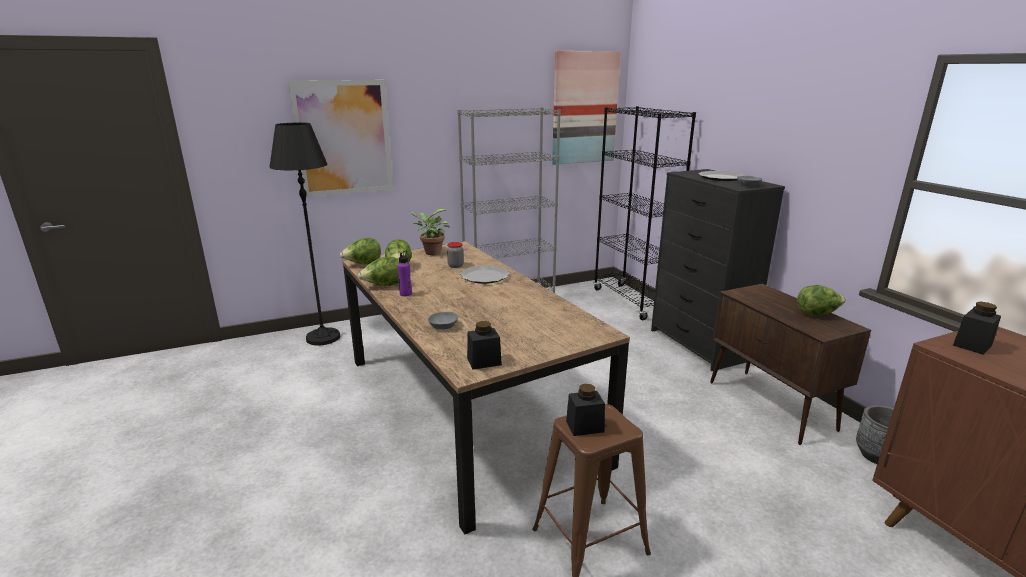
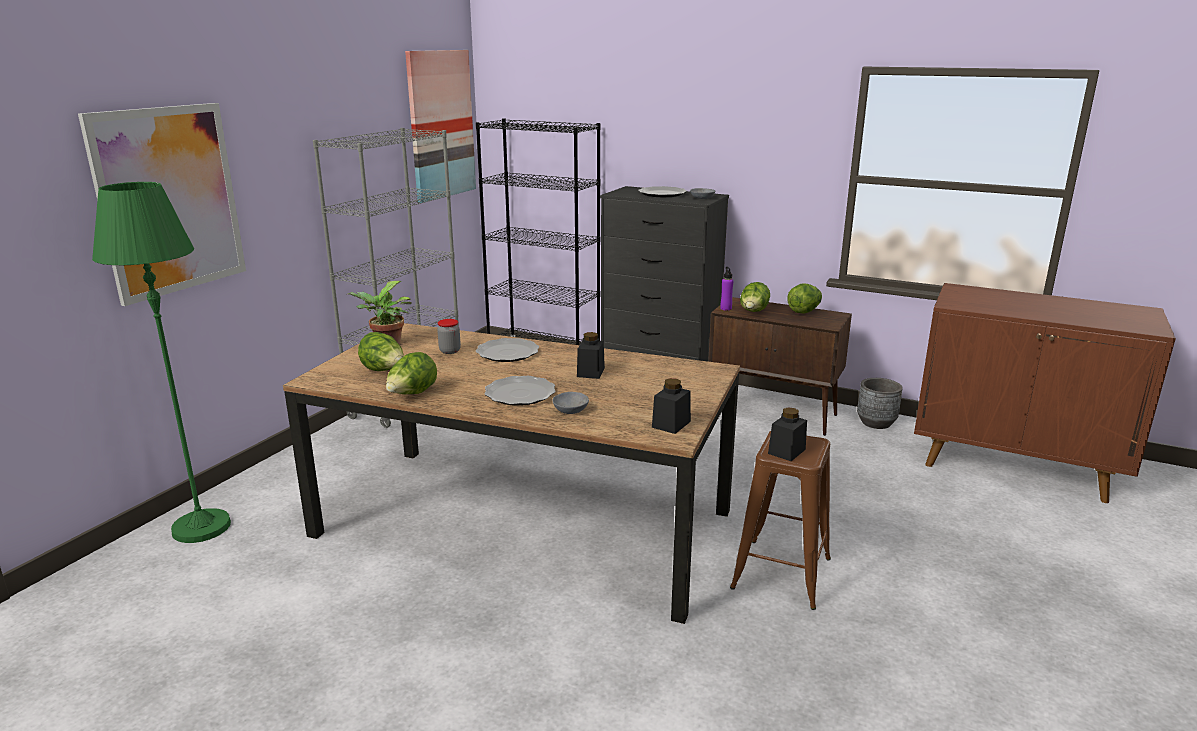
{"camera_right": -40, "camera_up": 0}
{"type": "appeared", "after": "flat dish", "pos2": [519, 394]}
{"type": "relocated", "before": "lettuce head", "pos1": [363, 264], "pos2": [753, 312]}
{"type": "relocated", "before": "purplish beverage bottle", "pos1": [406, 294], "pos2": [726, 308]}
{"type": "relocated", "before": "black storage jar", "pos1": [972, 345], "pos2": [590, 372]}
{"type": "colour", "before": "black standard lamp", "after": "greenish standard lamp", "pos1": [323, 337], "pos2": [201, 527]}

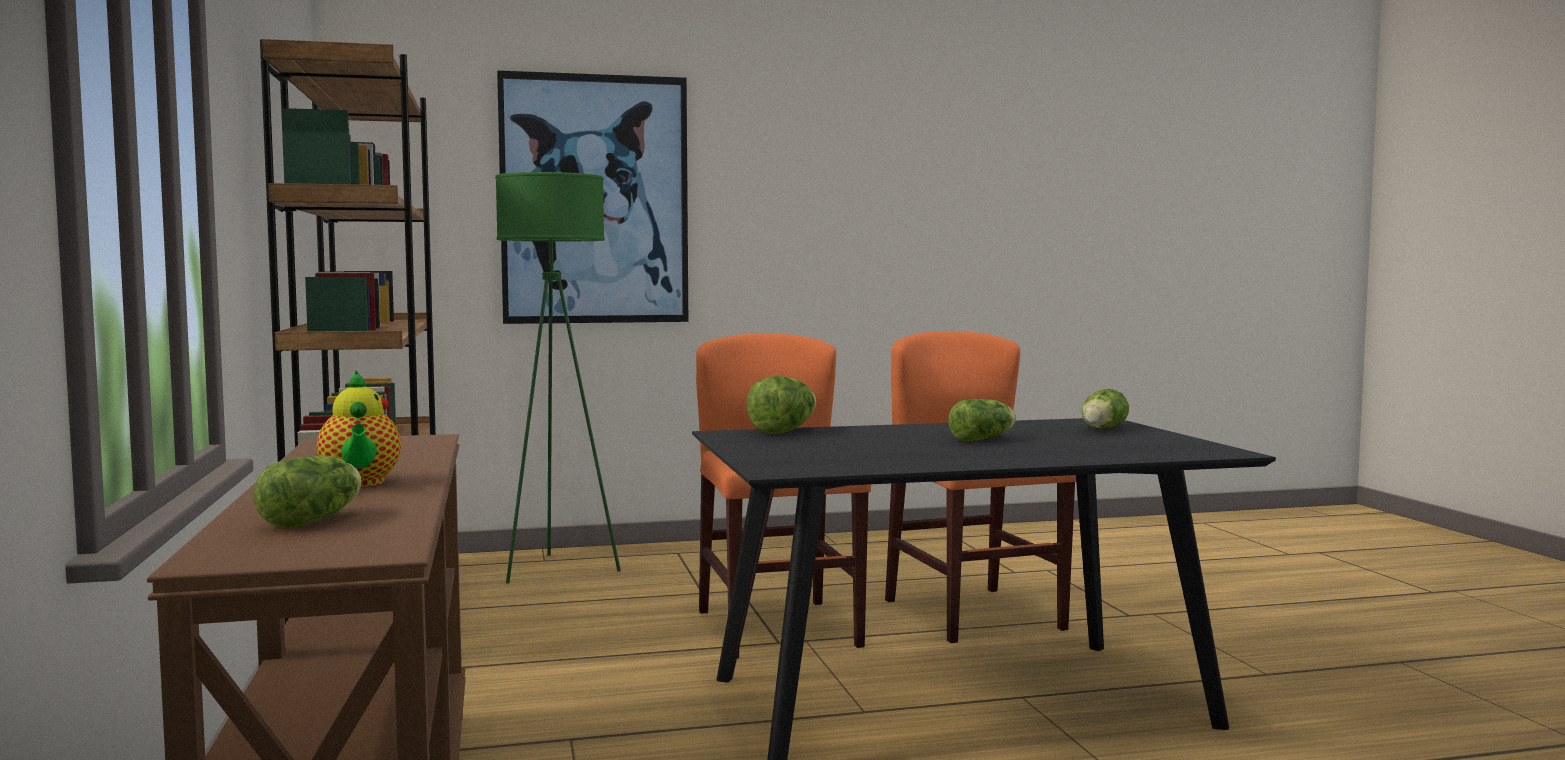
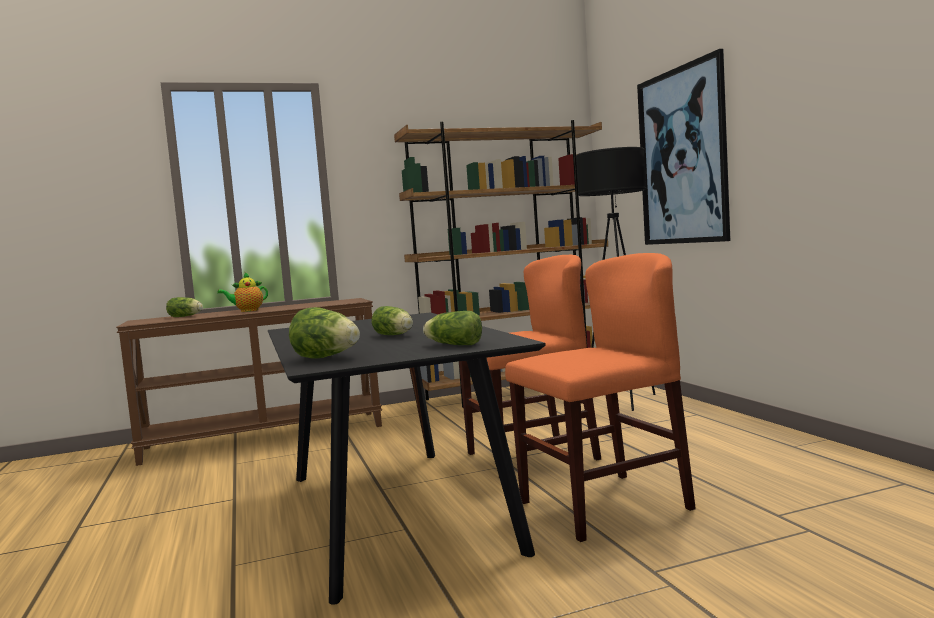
{"camera_right": 85, "camera_up": 0}
{"type": "relocated", "before": "lettuce head", "pos1": [784, 431], "pos2": [326, 357]}
{"type": "colour", "before": "greenish standard lamp", "after": "black standard lamp", "pos1": [557, 570], "pos2": [622, 401]}

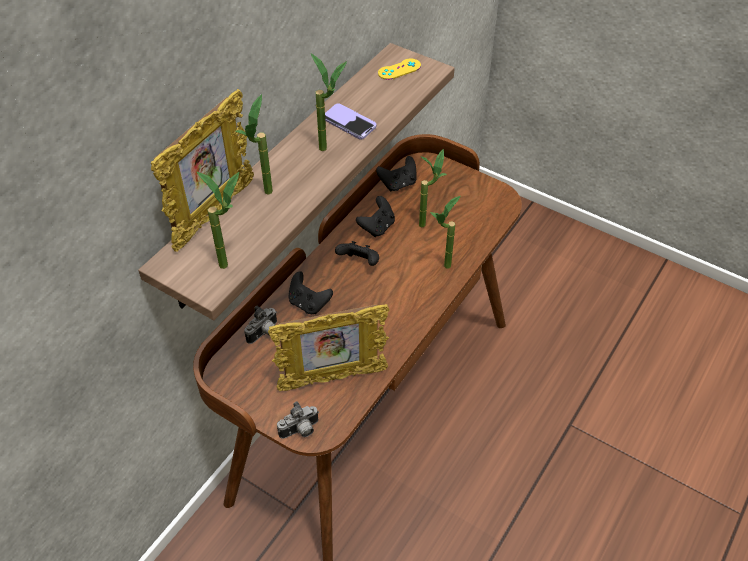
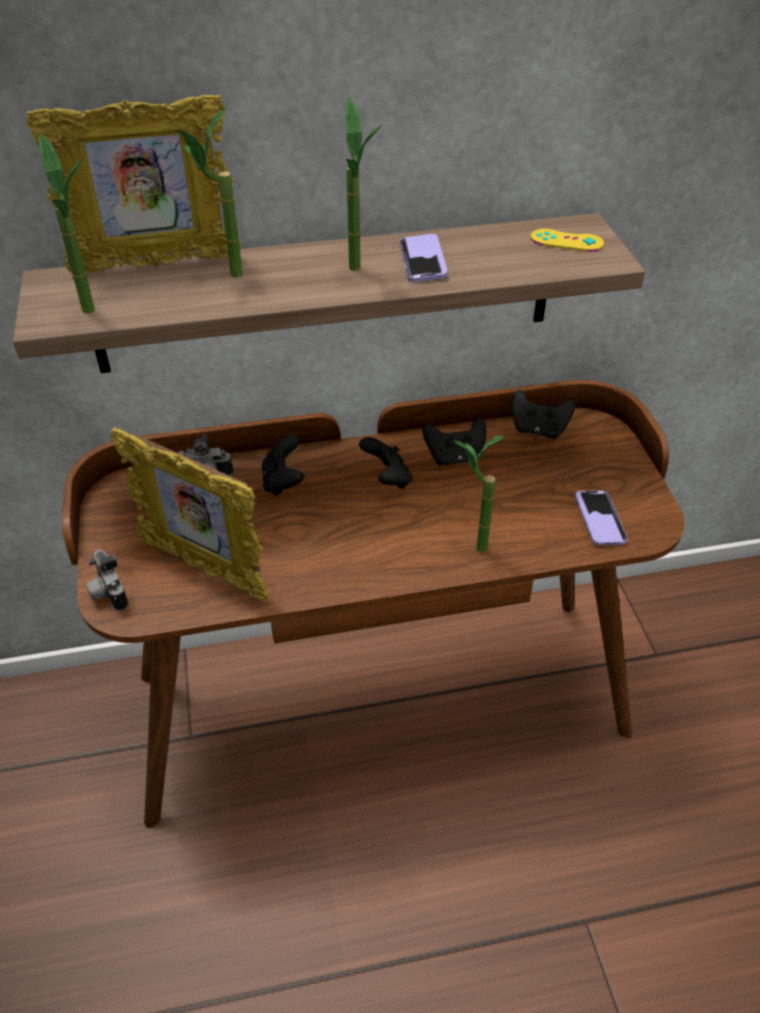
{"camera_right": 45, "camera_up": -5}
{"type": "missing", "before": "potted plant", "pos1": [428, 222]}
{"type": "appeared", "after": "phone", "pos2": [600, 519]}
{"type": "spun", "before": "still camera", "pos1": [300, 431], "pos2": [107, 593], "turn": 45}

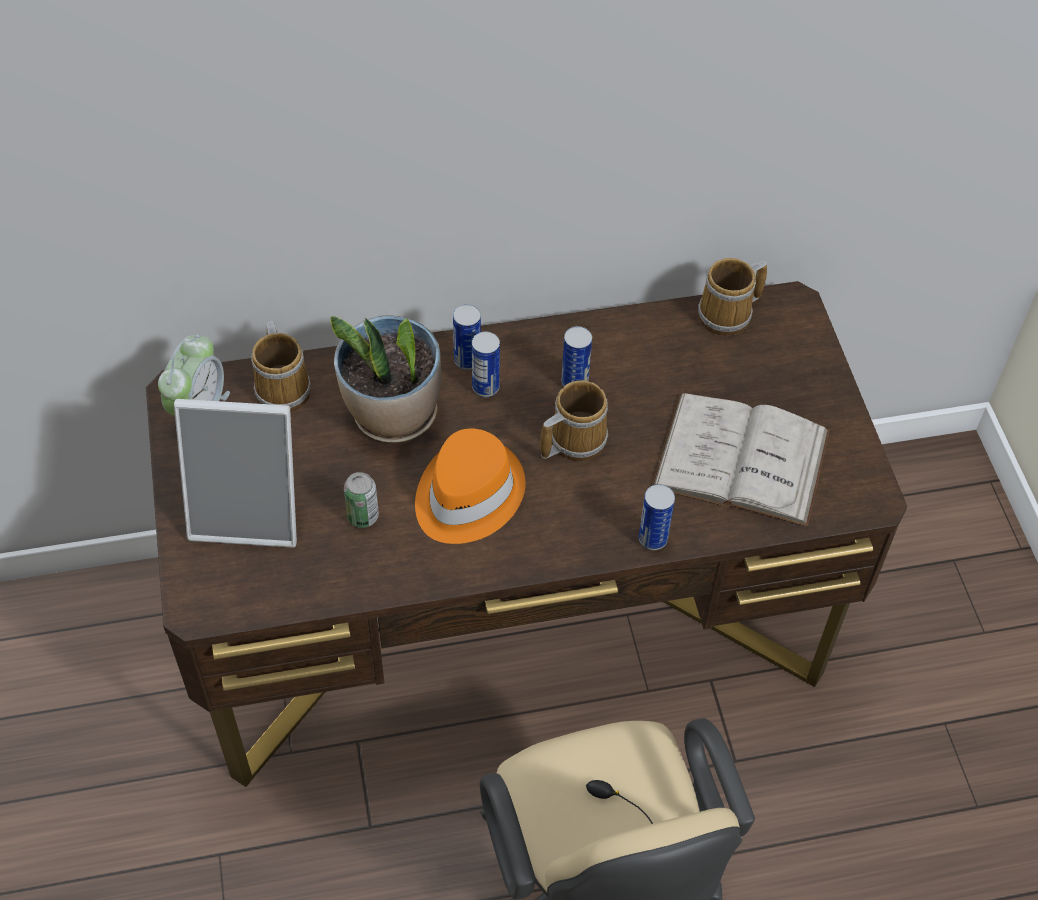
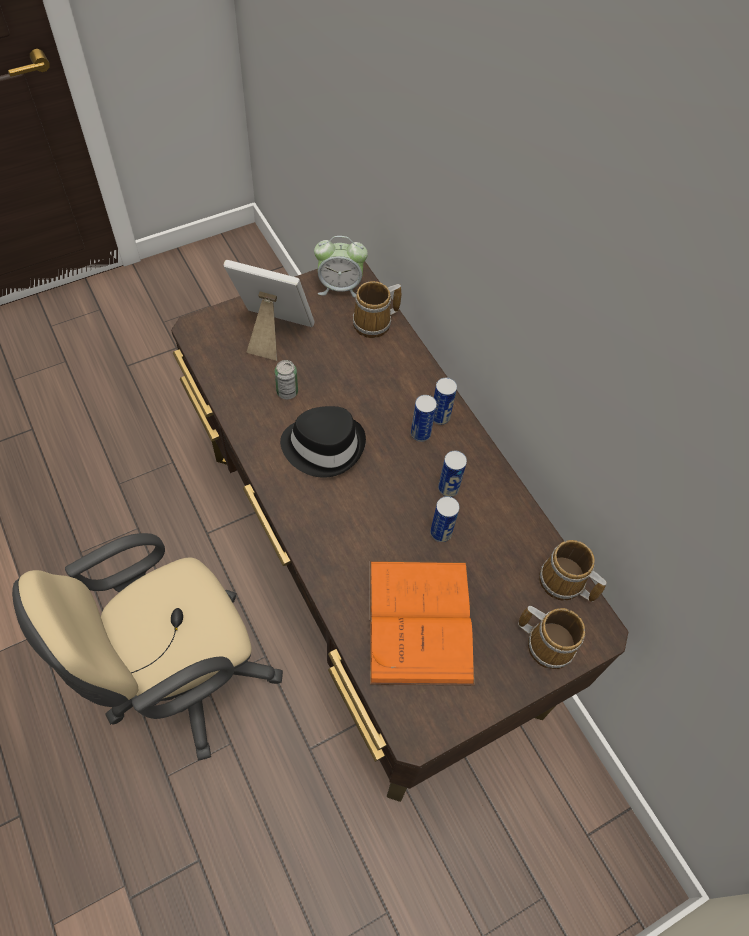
{"camera_right": 70, "camera_up": 5}
{"type": "missing", "before": "potted plant", "pos1": [393, 415]}
{"type": "relocated", "before": "coffee mug", "pos1": [573, 440], "pos2": [548, 642]}
{"type": "relocated", "before": "sealed can", "pos1": [652, 539], "pos2": [441, 533]}
{"type": "colour", "before": "orange clothing hat", "after": "black clothing hat", "pos1": [467, 495], "pos2": [323, 445]}
{"type": "colour", "before": "white bound book", "after": "orange bound book", "pos1": [741, 459], "pos2": [420, 621]}
{"type": "spun", "before": "photo frame", "pos1": [249, 512], "pos2": [272, 333], "turn": 120}

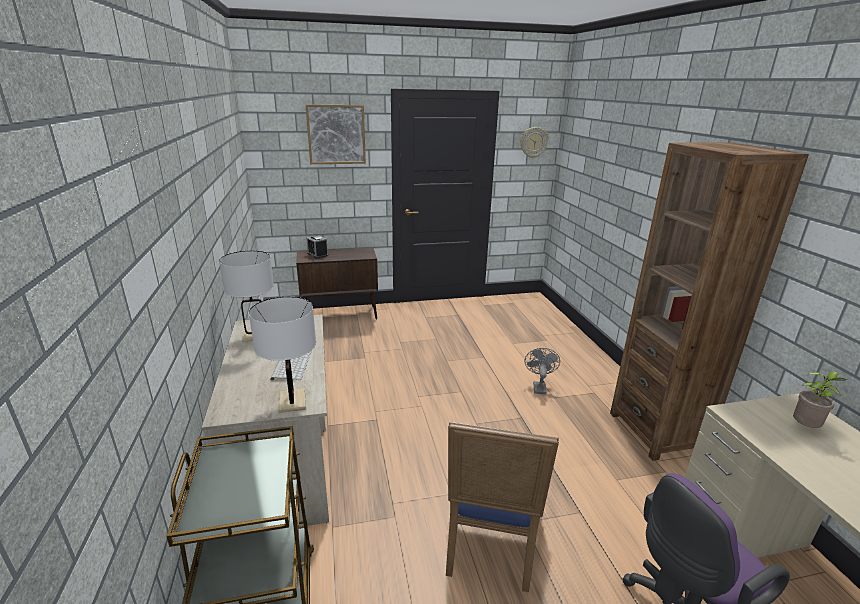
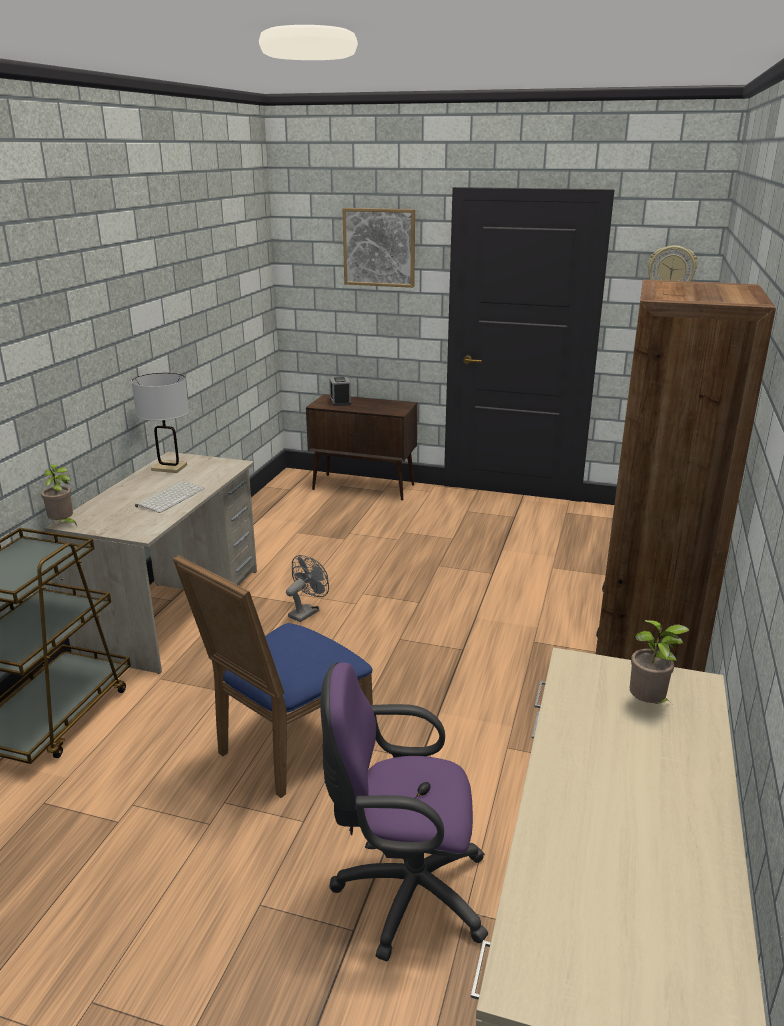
{"camera_right": 30, "camera_up": 0}
{"type": "missing", "before": "white lamp for a table", "pos1": [292, 401]}
{"type": "appeared", "after": "potted plant", "pos2": [63, 524]}
{"type": "relocated", "before": "greyish fan", "pos1": [538, 386], "pos2": [307, 612]}

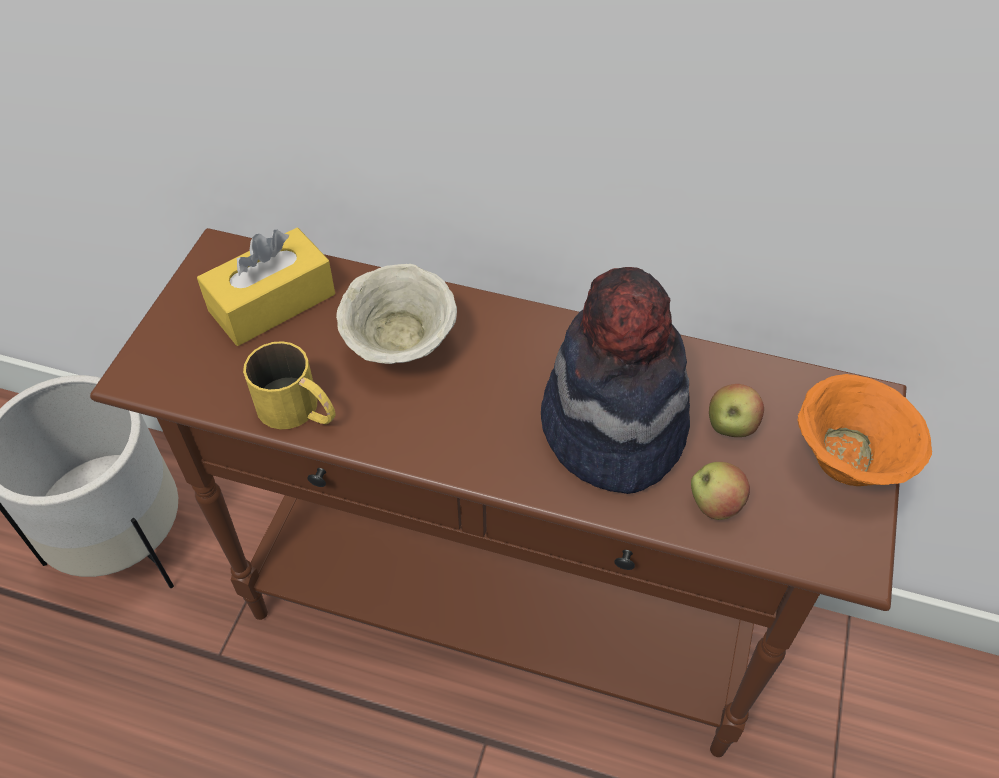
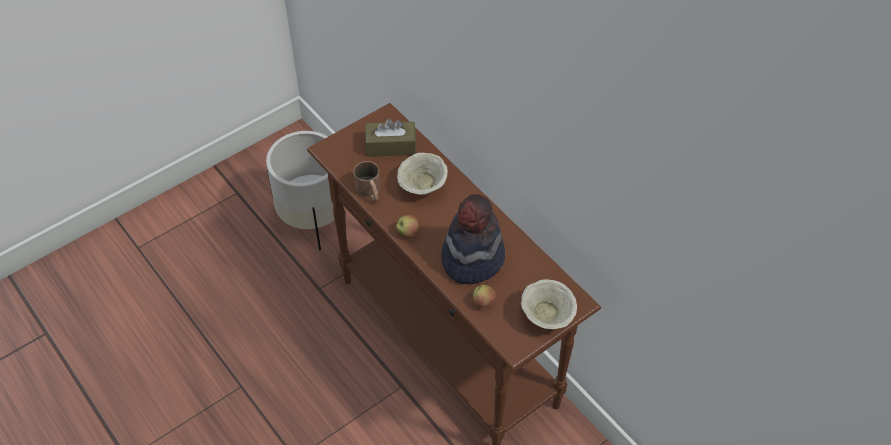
{"camera_right": 35, "camera_up": 0}
{"type": "relocated", "before": "apple", "pos1": [730, 427], "pos2": [407, 233]}
{"type": "colour", "before": "yellow tissue box", "after": "brown tissue box", "pos1": [272, 302], "pos2": [390, 146]}
{"type": "colour", "before": "yellow coffee mug", "after": "brown coffee mug", "pos1": [299, 411], "pos2": [370, 192]}
{"type": "colour", "before": "orange bowl", "after": "beige bowl", "pos1": [846, 459], "pos2": [546, 316]}

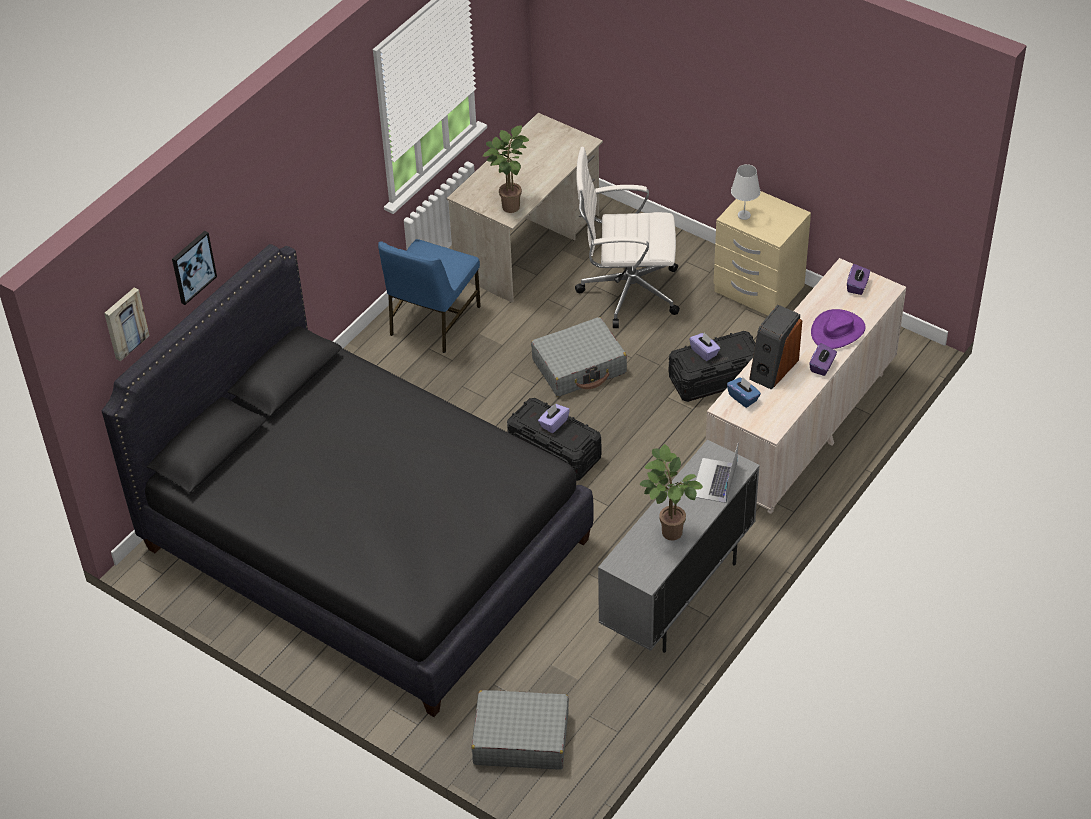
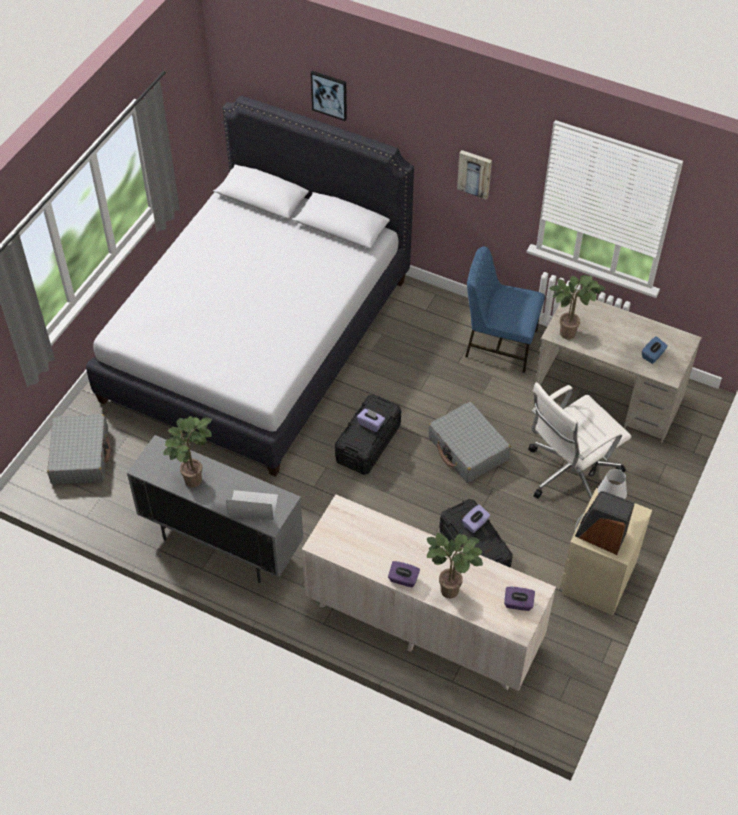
{"camera_right": 80, "camera_up": 5}
{"type": "relocated", "before": "wall picture", "pos1": [124, 323], "pos2": [475, 173]}
{"type": "relocated", "before": "blue-coloured tissue box", "pos1": [743, 398], "pos2": [653, 355]}
{"type": "relocated", "before": "speaker", "pos1": [773, 368], "pos2": [600, 535]}
{"type": "exchanged", "before": "purplish clothing hat", "after": "potted plant", "pos1": [837, 330], "pos2": [453, 590]}
{"type": "colour", "before": "black bed", "after": "white bed", "pos1": [365, 544], "pos2": [257, 338]}
{"type": "spun", "before": "white office chair", "pos1": [627, 291], "pos2": [569, 474], "turn": -120}

